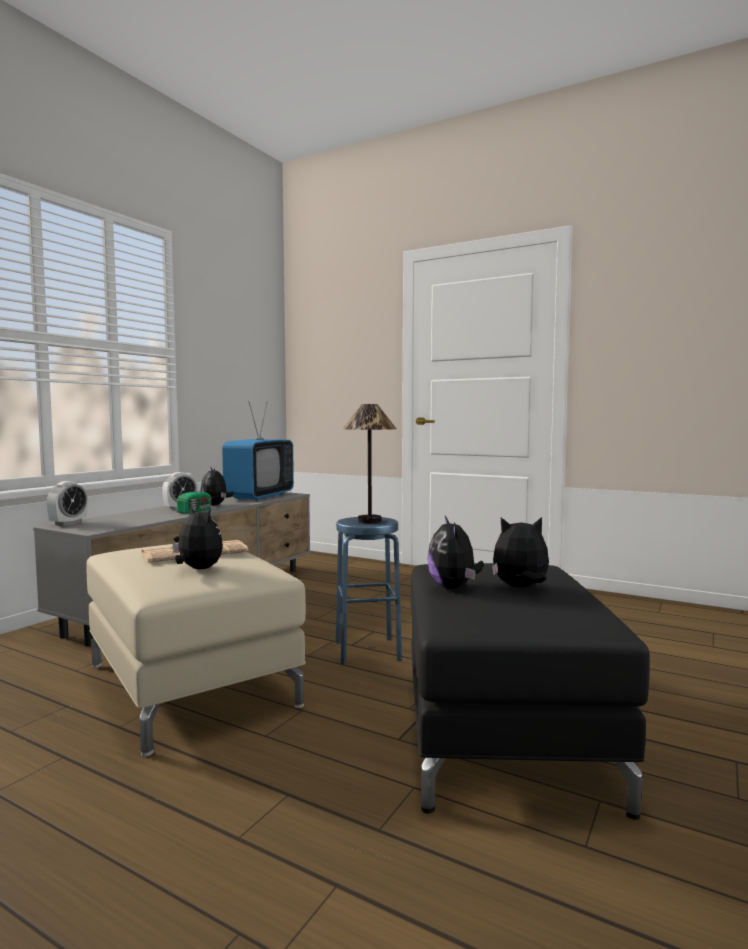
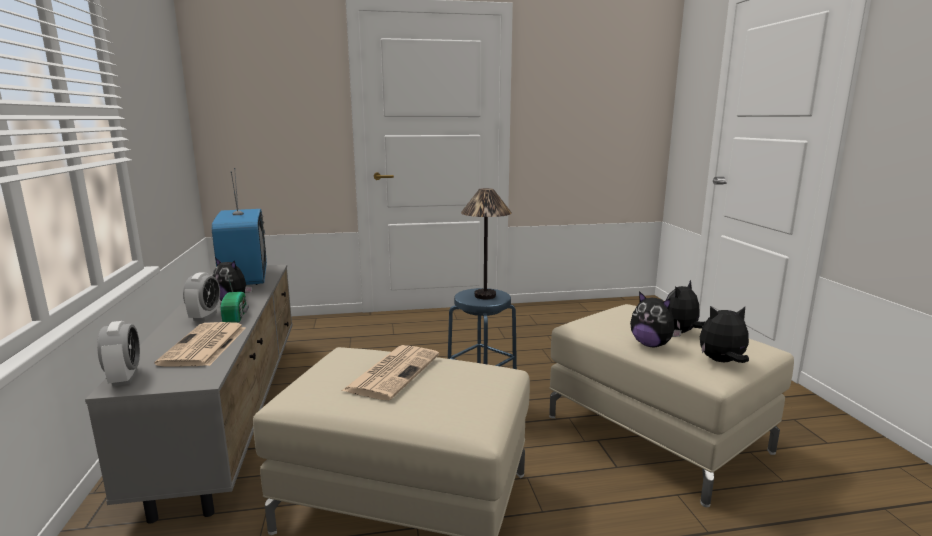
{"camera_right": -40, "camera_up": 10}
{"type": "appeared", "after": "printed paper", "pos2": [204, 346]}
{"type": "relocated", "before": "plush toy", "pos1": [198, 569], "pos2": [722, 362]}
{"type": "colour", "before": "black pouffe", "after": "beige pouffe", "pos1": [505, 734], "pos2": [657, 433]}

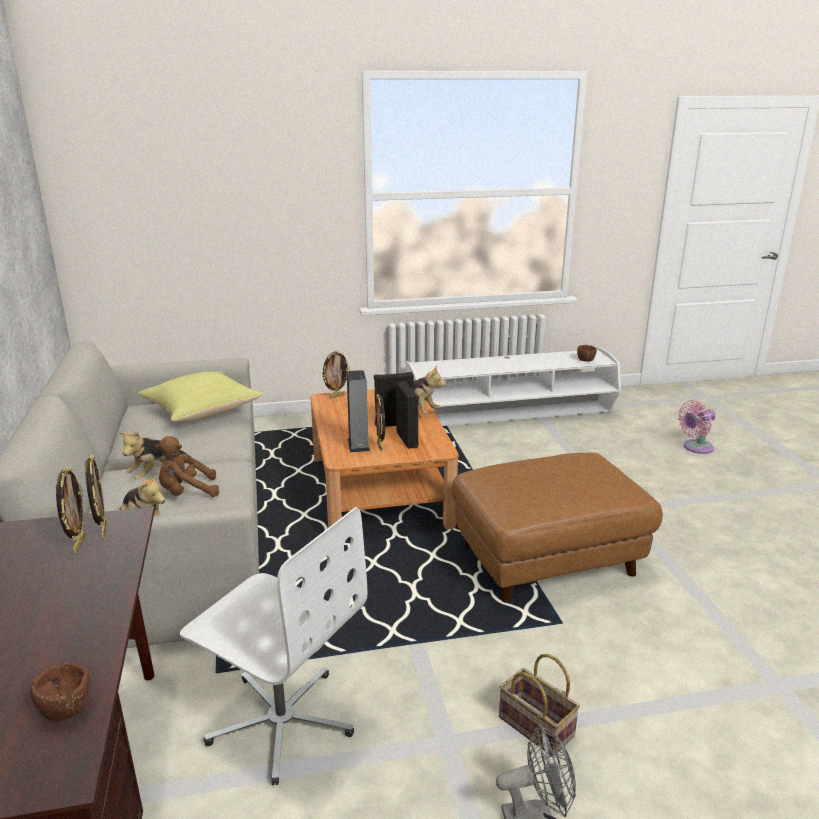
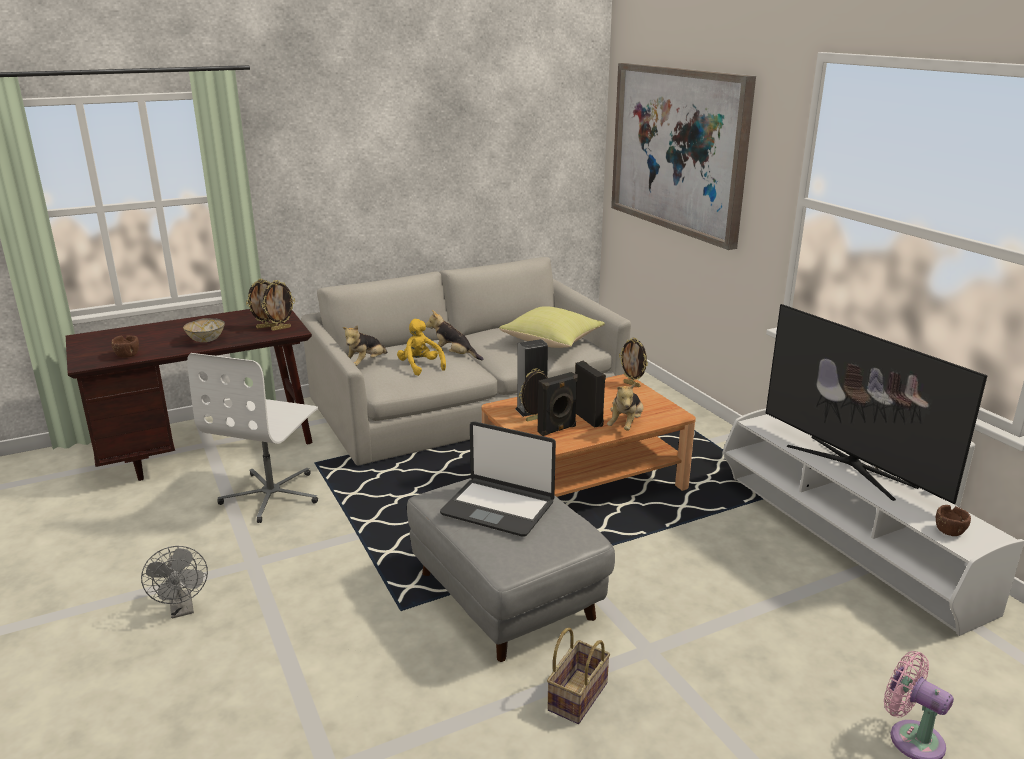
{"camera_right": 75, "camera_up": 0}
{"type": "appeared", "after": "bowl", "pos2": [206, 340]}
{"type": "appeared", "after": "notebook computer", "pos2": [498, 508]}
{"type": "appeared", "after": "wall picture", "pos2": [678, 150]}
{"type": "appeared", "after": "TV", "pos2": [850, 466]}
{"type": "relocated", "before": "storage basket", "pos1": [533, 726], "pos2": [577, 695]}
{"type": "colour", "before": "brown plush toy", "after": "yellow plush toy", "pos1": [187, 493], "pos2": [420, 366]}
{"type": "colour", "before": "brown pouffe", "after": "greyish pouffe", "pos1": [547, 560], "pos2": [504, 595]}

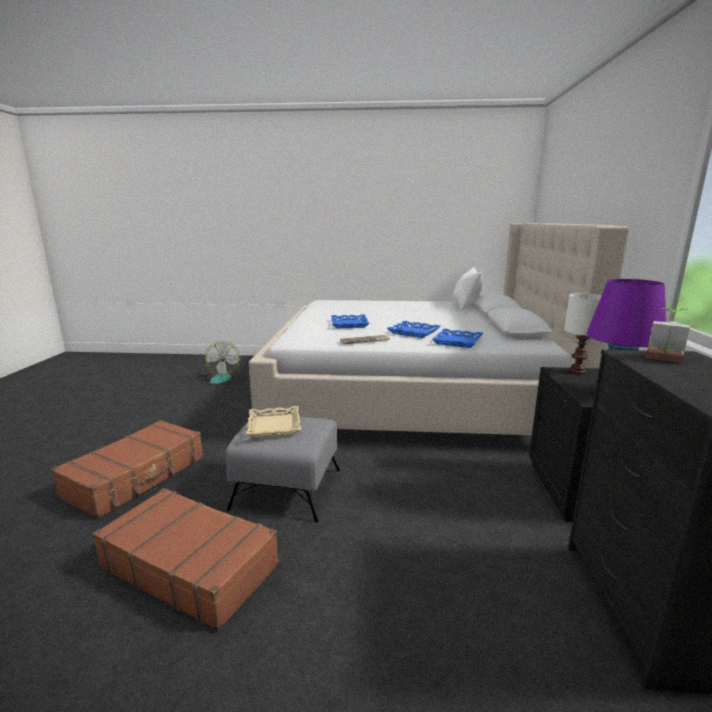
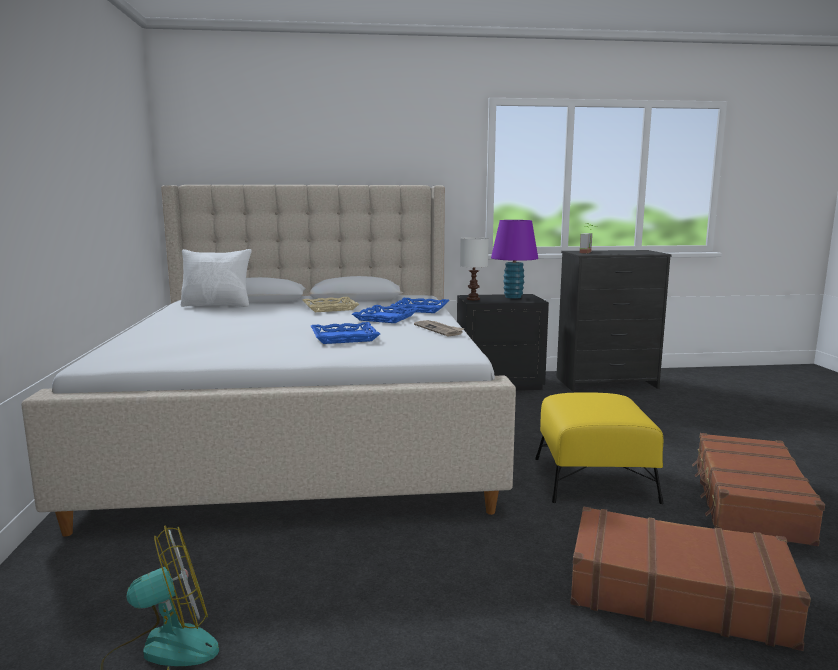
{"camera_right": -100, "camera_up": -5}
{"type": "relocated", "before": "beige serving tray", "pos1": [273, 426], "pos2": [330, 308]}
{"type": "colour", "before": "greyish pouffe", "after": "yellow pouffe", "pos1": [288, 489], "pos2": [594, 479]}

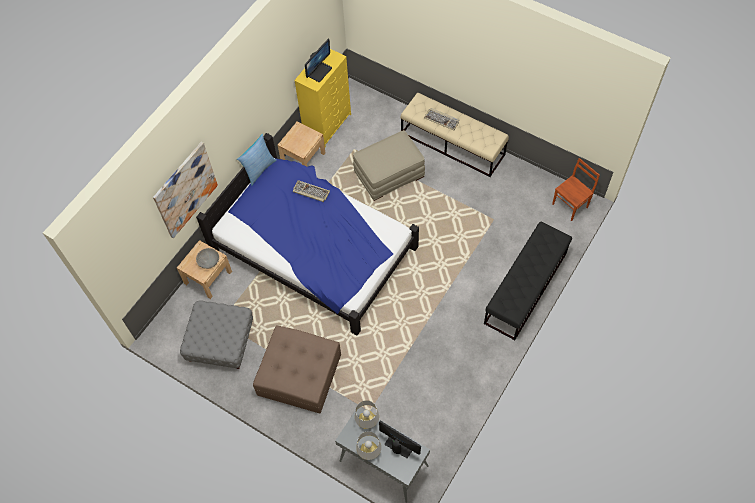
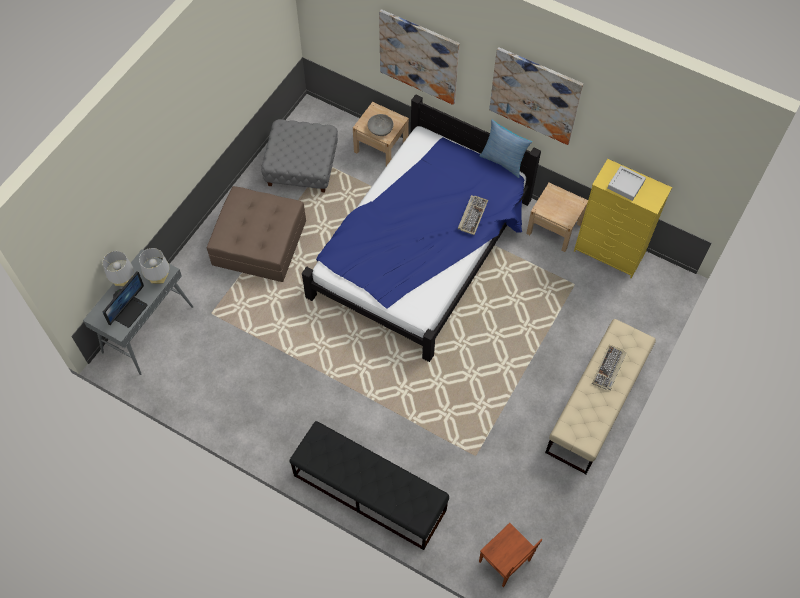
{"camera_right": 85, "camera_up": 0}
{"type": "missing", "before": "beige pouffe", "pos1": [389, 174]}
{"type": "appeared", "after": "wall picture", "pos2": [535, 96]}
{"type": "exchanged", "before": "monitor", "after": "greyish serving tray", "pos1": [319, 71], "pos2": [625, 185]}

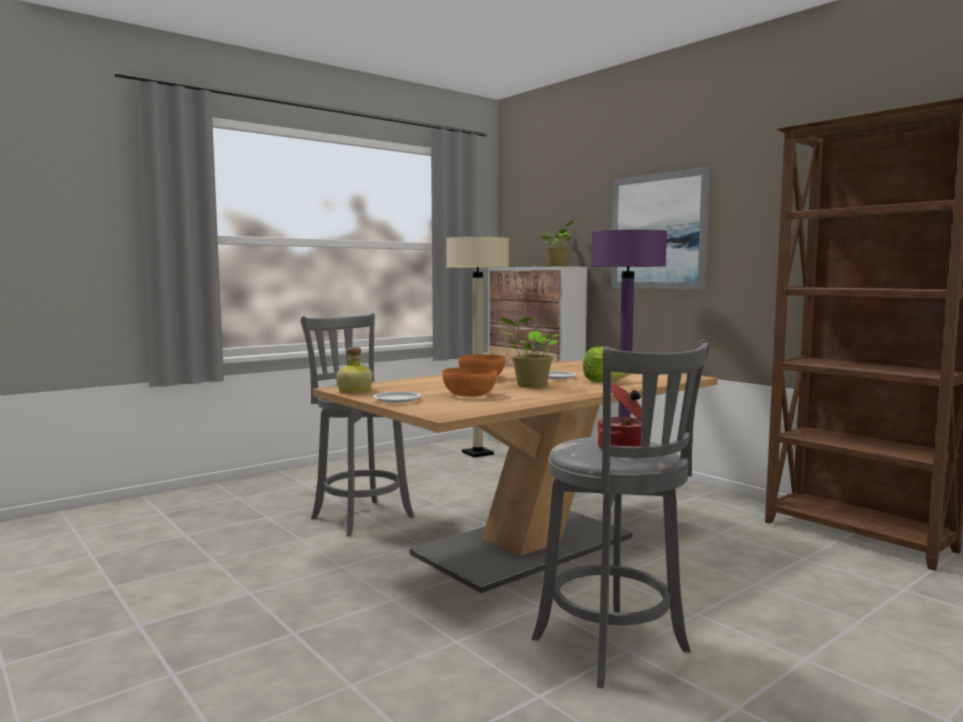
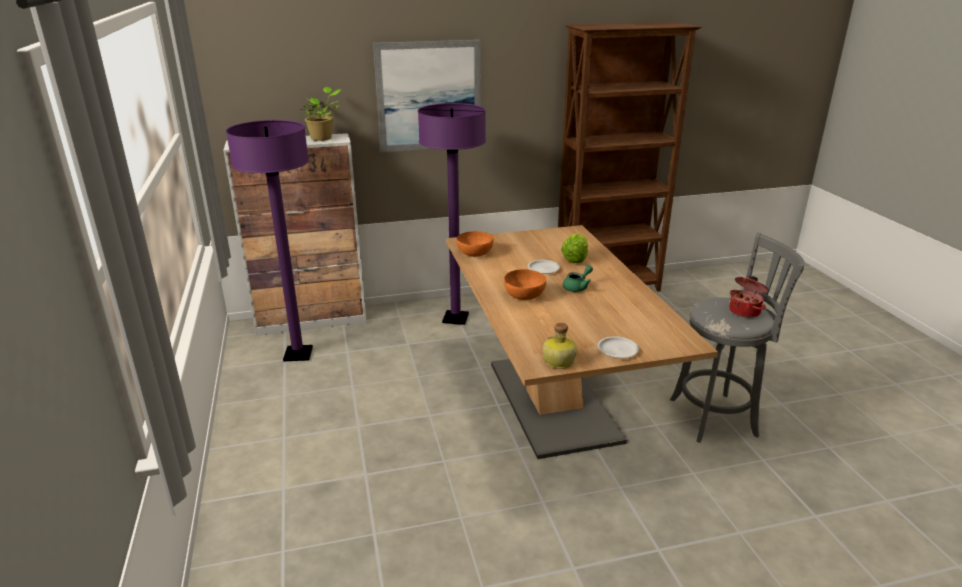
{"camera_right": -65, "camera_up": 20}
{"type": "missing", "before": "greyish sitting stool", "pos1": [359, 516]}
{"type": "relocated", "before": "orange bowl", "pos1": [469, 395], "pos2": [475, 253]}
{"type": "exchanged", "before": "potted plant", "after": "greenish tea pot", "pos1": [529, 385], "pos2": [577, 287]}
{"type": "colour", "before": "beige standard lamp", "after": "purplish standard lamp", "pos1": [477, 453], "pos2": [298, 354]}

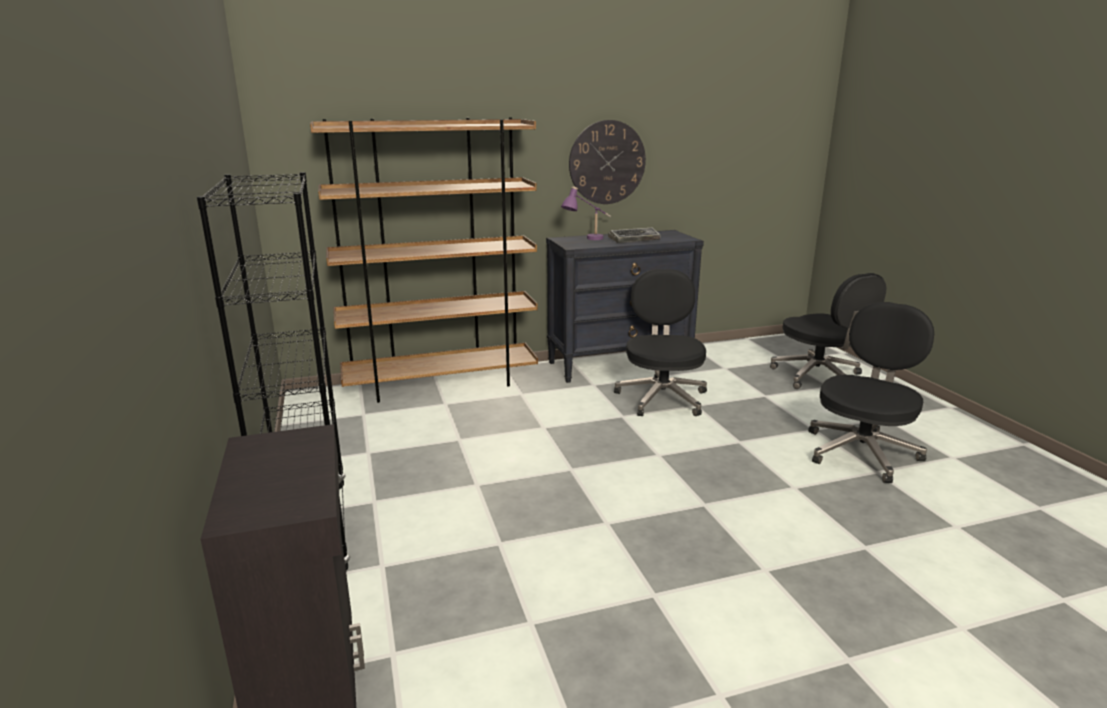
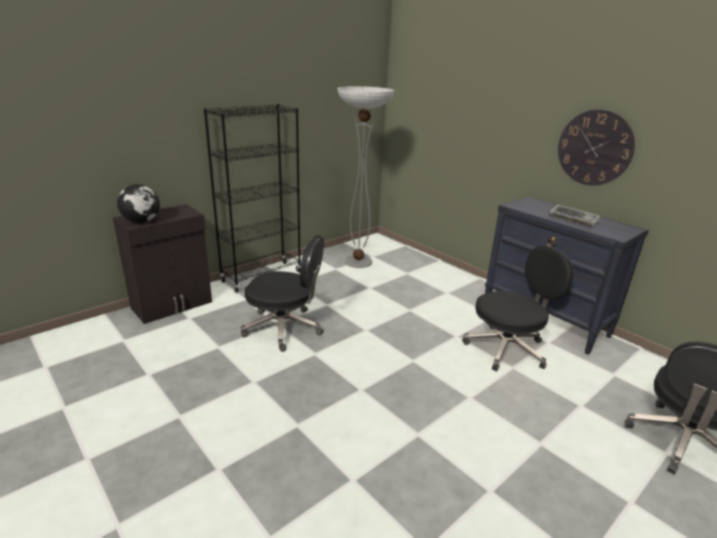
{"camera_right": 65, "camera_up": 5}
{"type": "missing", "before": "brown bookcase", "pos1": [441, 383]}
{"type": "missing", "before": "purplish lamp for a table", "pos1": [587, 240]}
{"type": "appeared", "after": "globe", "pos2": [142, 221]}
{"type": "appeared", "after": "standard lamp", "pos2": [358, 262]}
{"type": "relocated", "before": "black office chair", "pos1": [861, 452], "pos2": [284, 328]}

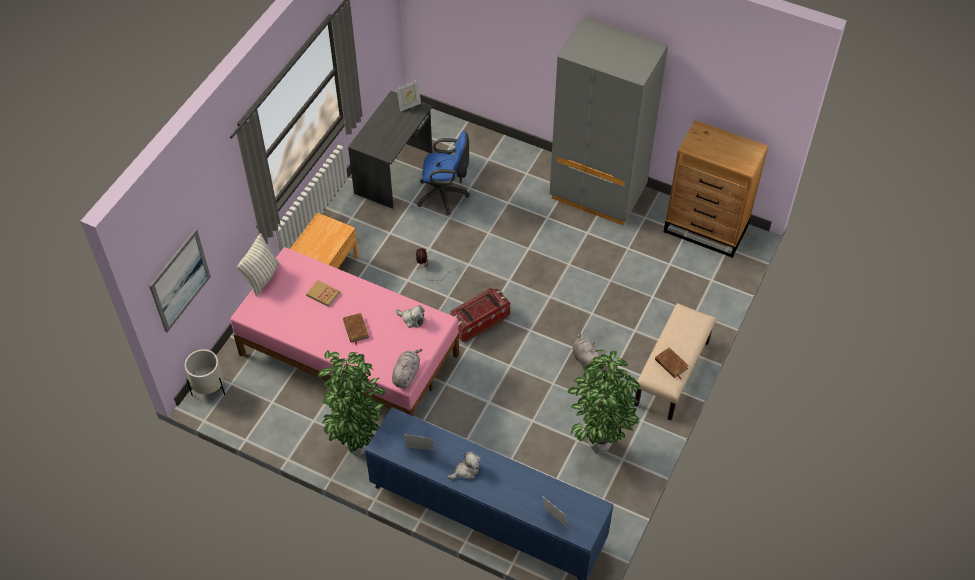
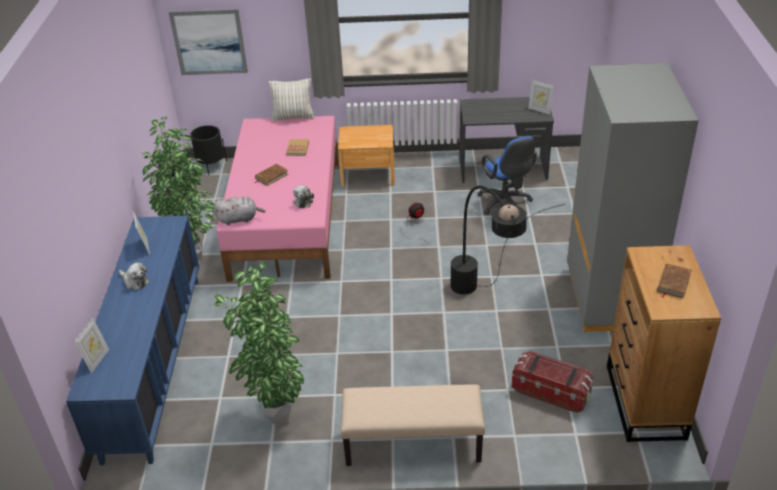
{"camera_right": 65, "camera_up": -15}
{"type": "missing", "before": "greyish plush toy", "pos1": [585, 359]}
{"type": "appeared", "after": "black standard lamp", "pos2": [490, 302]}
{"type": "relocated", "before": "storage bin", "pos1": [479, 321], "pos2": [551, 391]}
{"type": "relocated", "before": "brown bound book", "pos1": [671, 364], "pos2": [673, 283]}
{"type": "colour", "before": "white plant pot", "after": "black plant pot", "pos1": [209, 387], "pos2": [211, 165]}

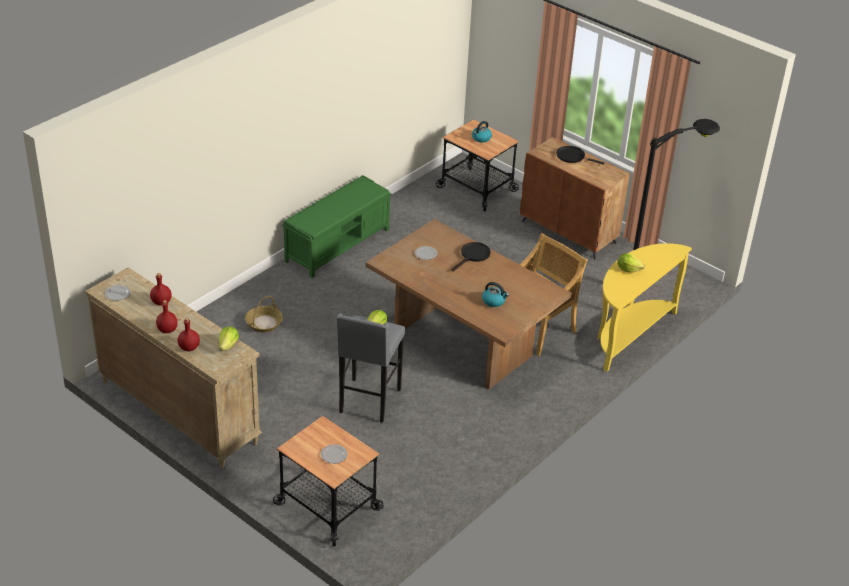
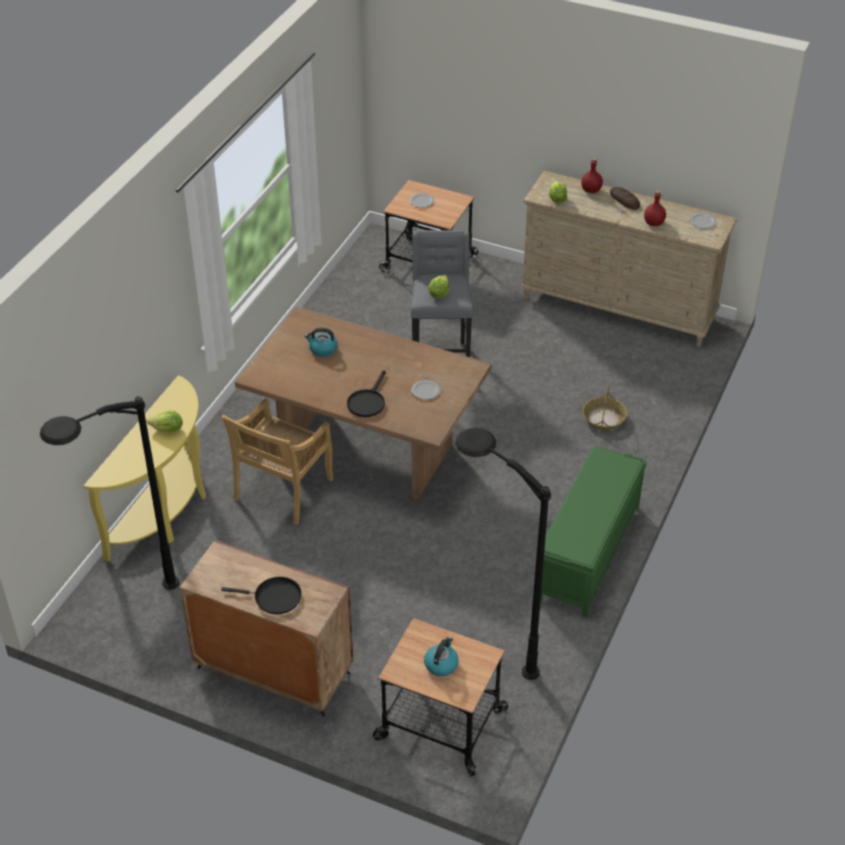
{"camera_right": 165, "camera_up": 5}
{"type": "appeared", "after": "black standard lamp", "pos2": [486, 642]}
{"type": "exchanged", "before": "red beverage bottle", "after": "baked bread", "pos1": [167, 330], "pos2": [624, 200]}

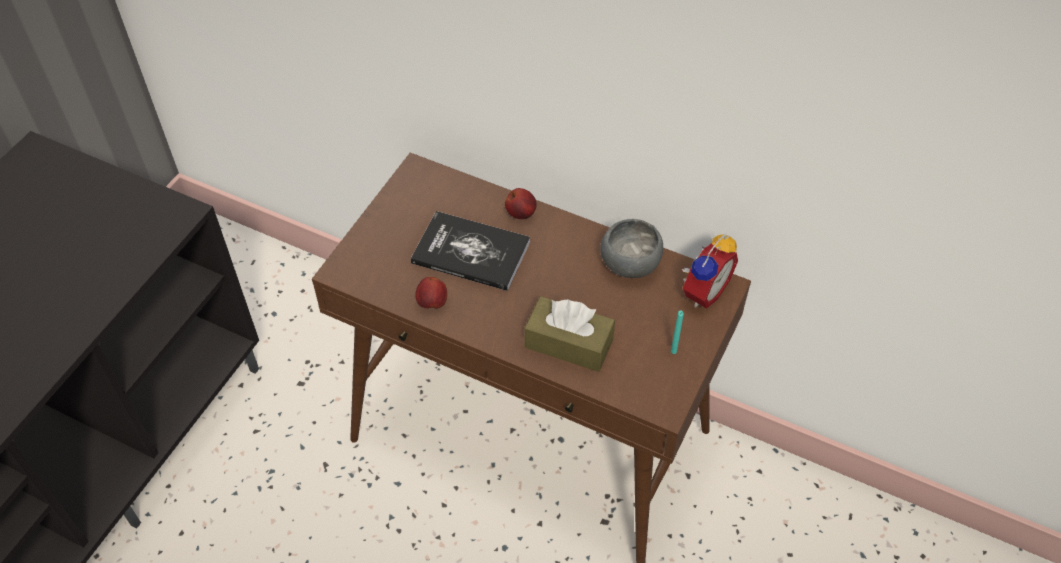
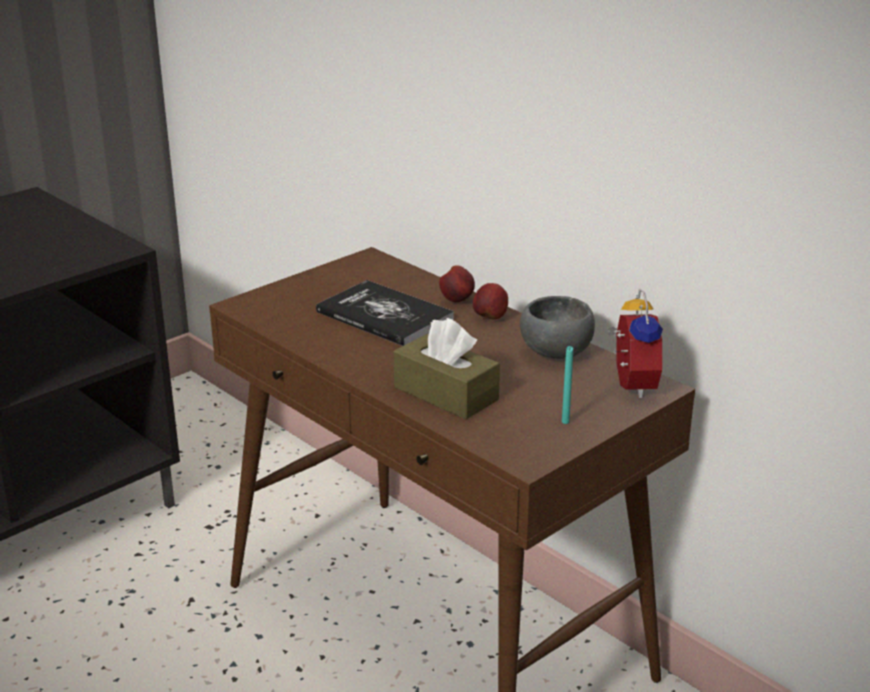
{"camera_right": 20, "camera_up": -25}
{"type": "relocated", "before": "apple", "pos1": [432, 303], "pos2": [490, 318]}
{"type": "spun", "before": "table clock", "pos1": [702, 291], "pos2": [629, 385], "turn": -60}

